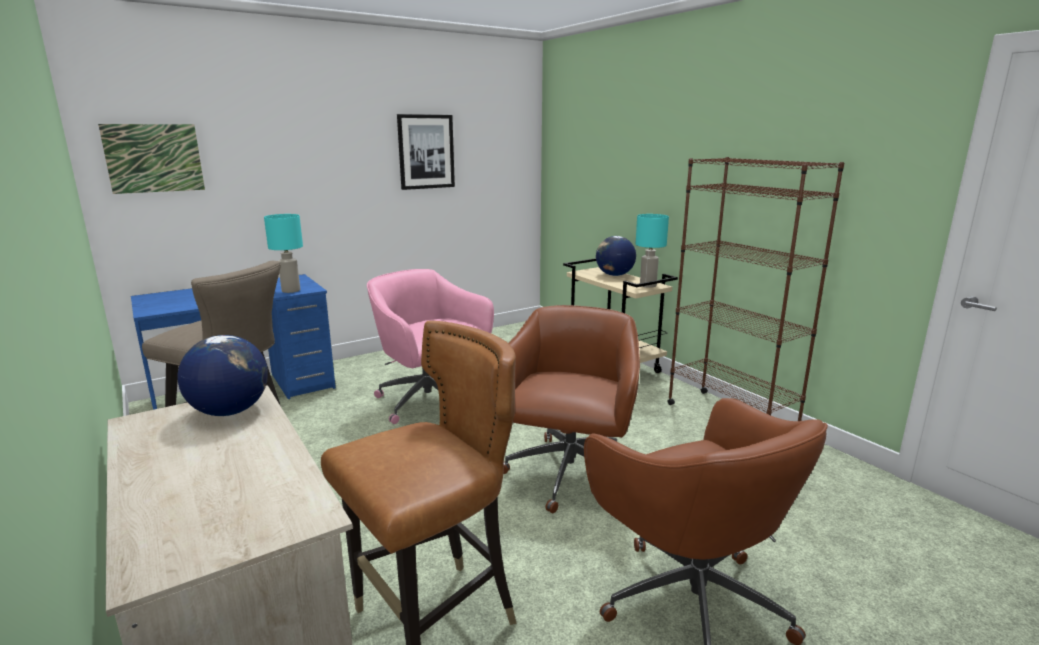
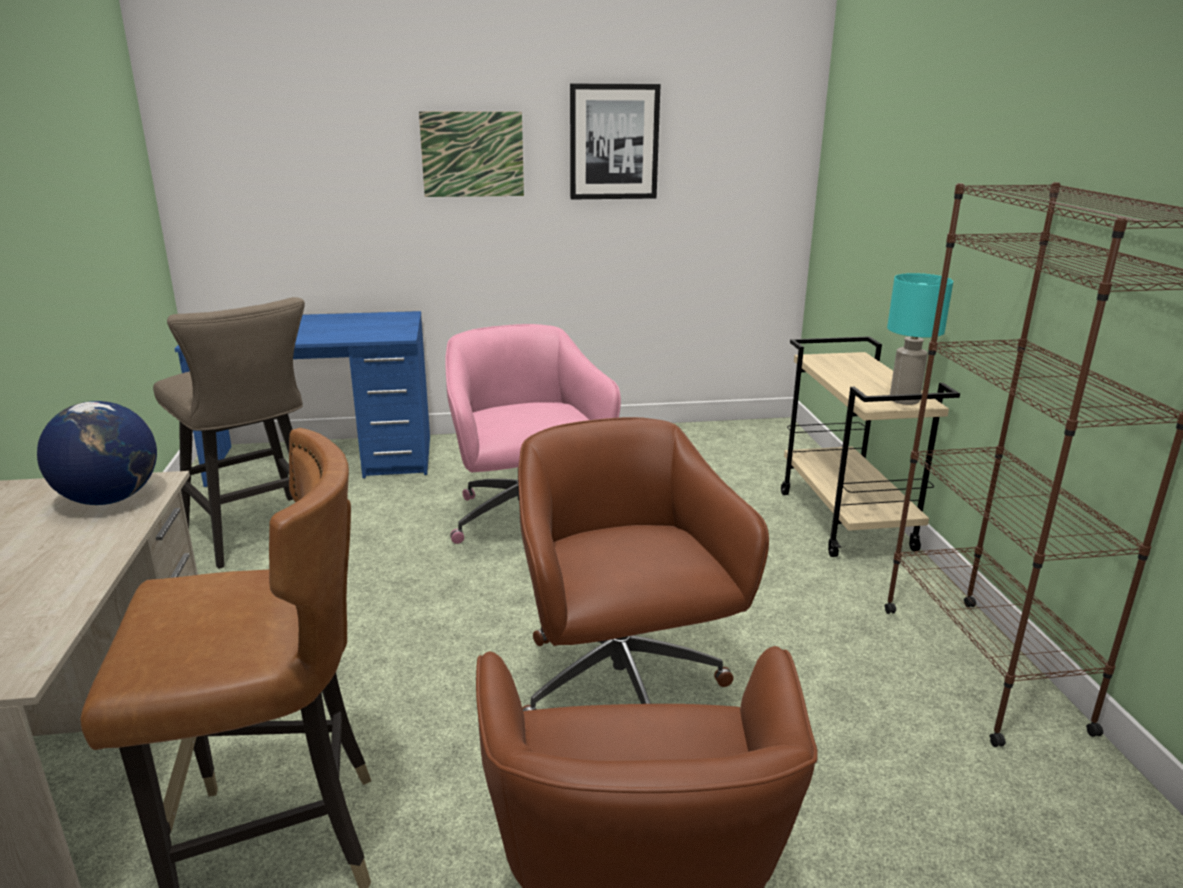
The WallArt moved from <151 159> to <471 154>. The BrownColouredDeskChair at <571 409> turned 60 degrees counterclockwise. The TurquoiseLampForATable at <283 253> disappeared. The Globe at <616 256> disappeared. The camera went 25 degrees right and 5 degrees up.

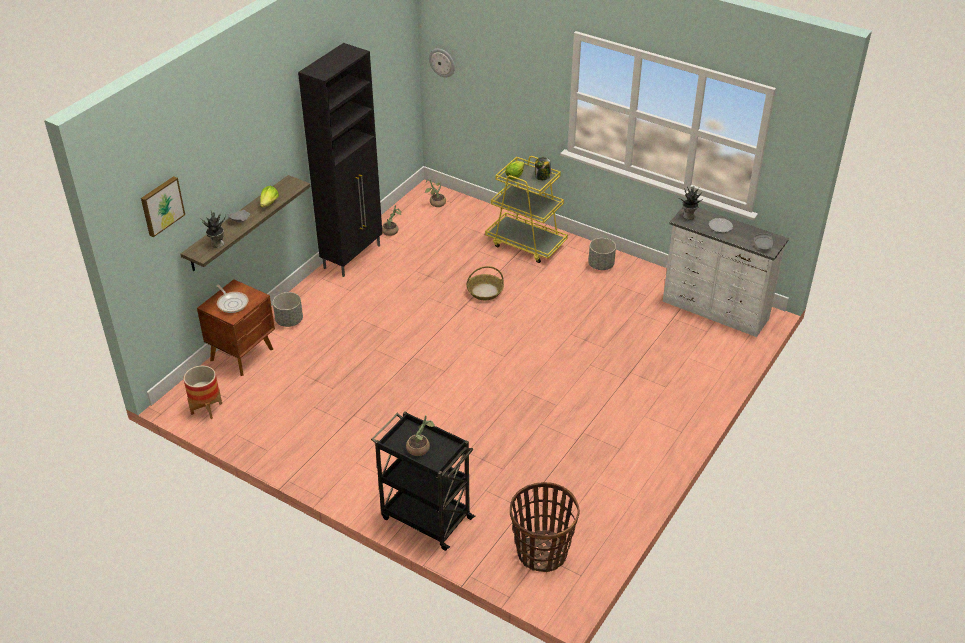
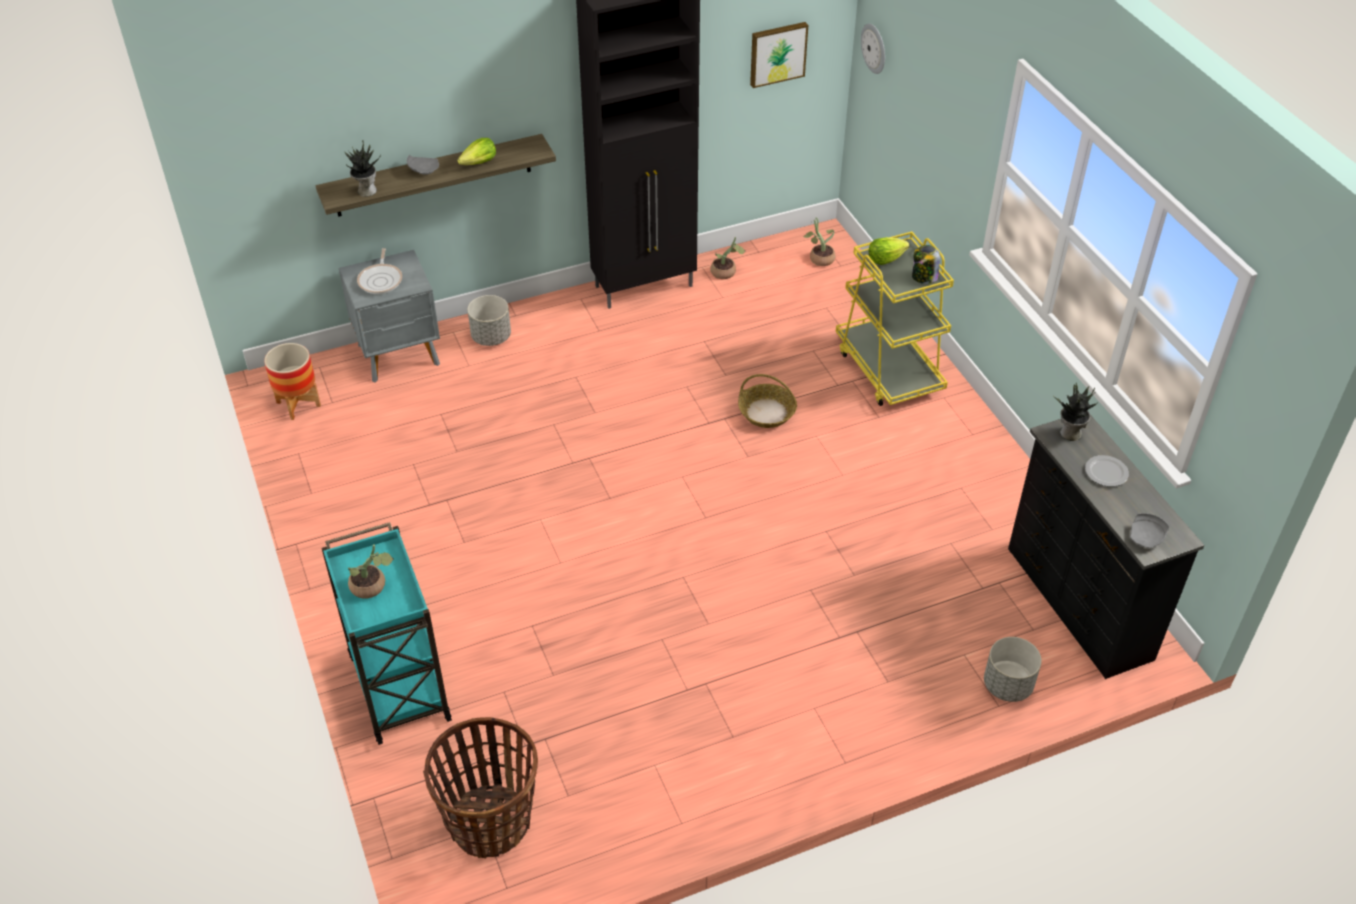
The BlackishCart at <423 481> became the TurquoiseCart at <386 633>. The BrownColouredBedsideTable at <236 327> became the GreyishBedsideTable at <389 316>. The WallArt moved from <163 206> to <779 55>. The GreyishPlantPot moved from <602 254> to <1013 669>. The WhiteDresser at <726 272> became the BlackishDresser at <1106 547>. The camera went 35 degrees right and 5 degrees up.

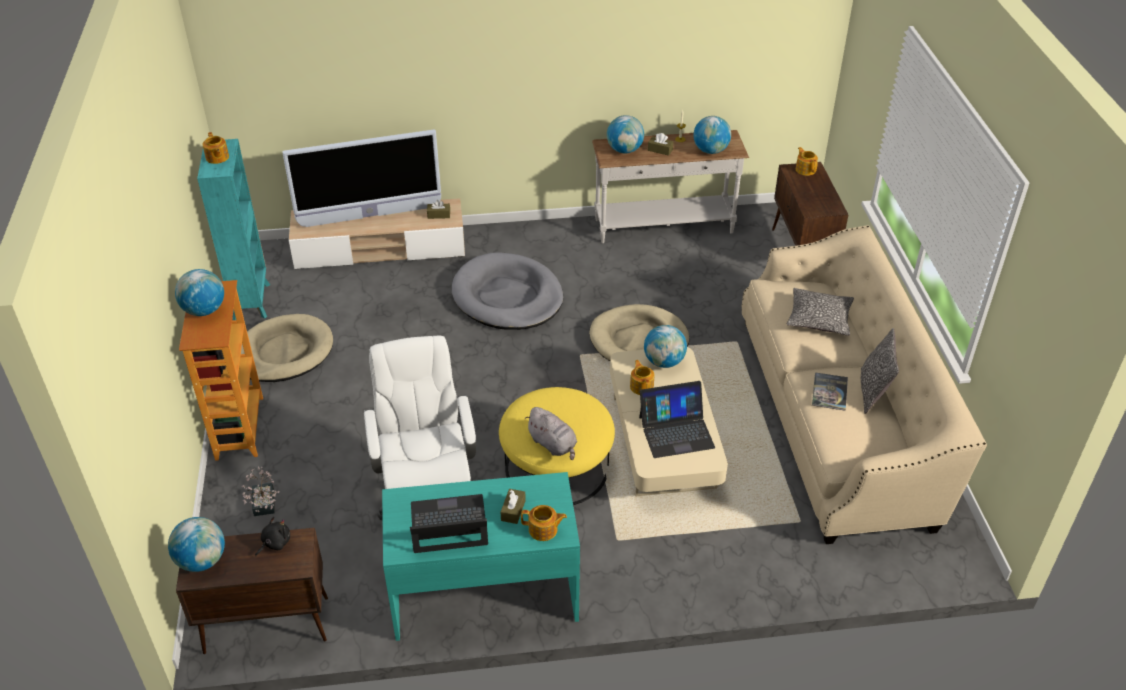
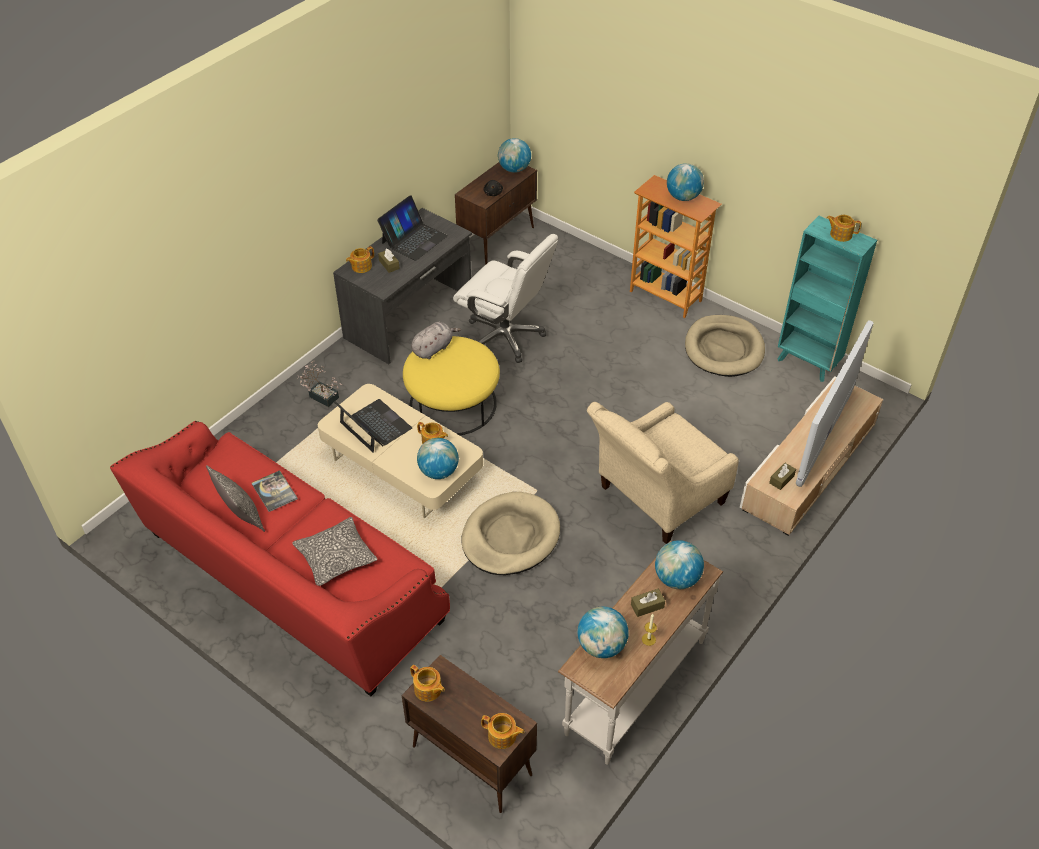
The BeigeColouredCouch at <864 384> became the RedColouredCouch at <280 558>. The PlantInAPot moved from <260 491> to <319 384>. The TurquoiseDeskUnit at <481 556> became the GreyishDeskUnit at <402 286>. The Laptop at <677 419> turned 105 degrees clockwise. The PotForTea at <427 683> appeared. The GreyishCuddlyToy at <551 433> turned 135 degrees clockwise. The GreyishDogCushion at <507 291> was replaced by the BeigeColouredLoungeChair at <663 473>. The camera went 135 degrees right and 5 degrees up.

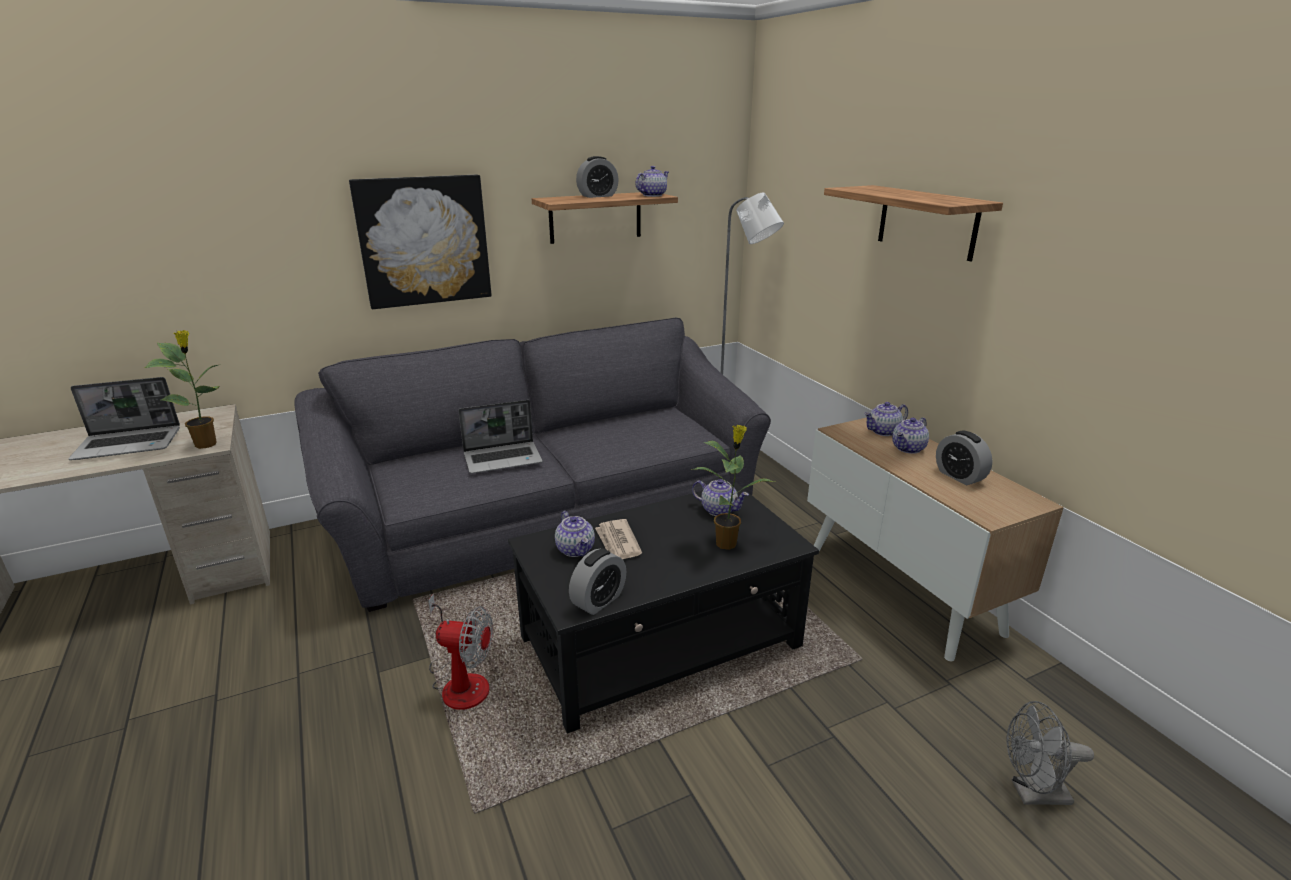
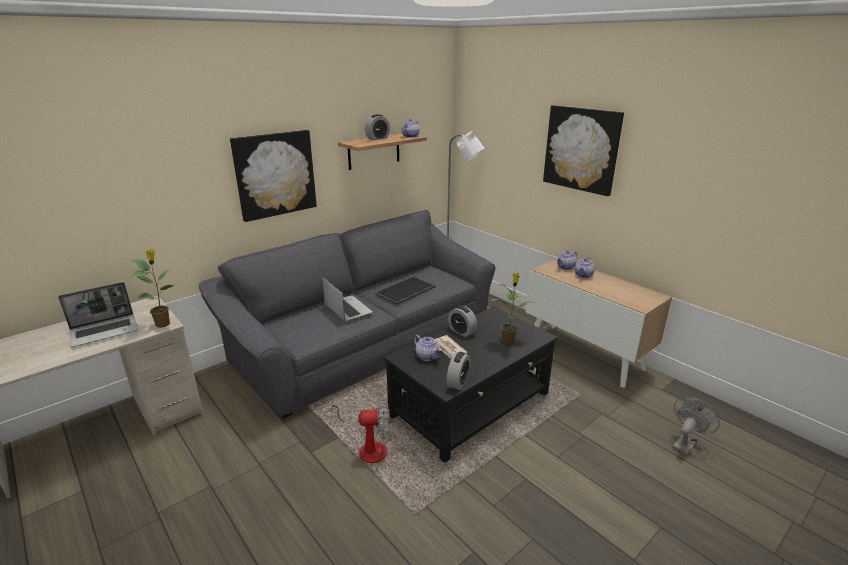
The Laptop at <500 437> turned 90 degrees counterclockwise. The CarryingTray at <405 290> appeared. The TableClock moved from <964 457> to <462 321>. The Shelf at <913 223> was replaced by the WallArt at <583 150>. The GreyishFan at <1050 753> turned 150 degrees clockwise. The PotForTea at <720 497> disappeared. The camera went 15 degrees left and 0 degrees up.

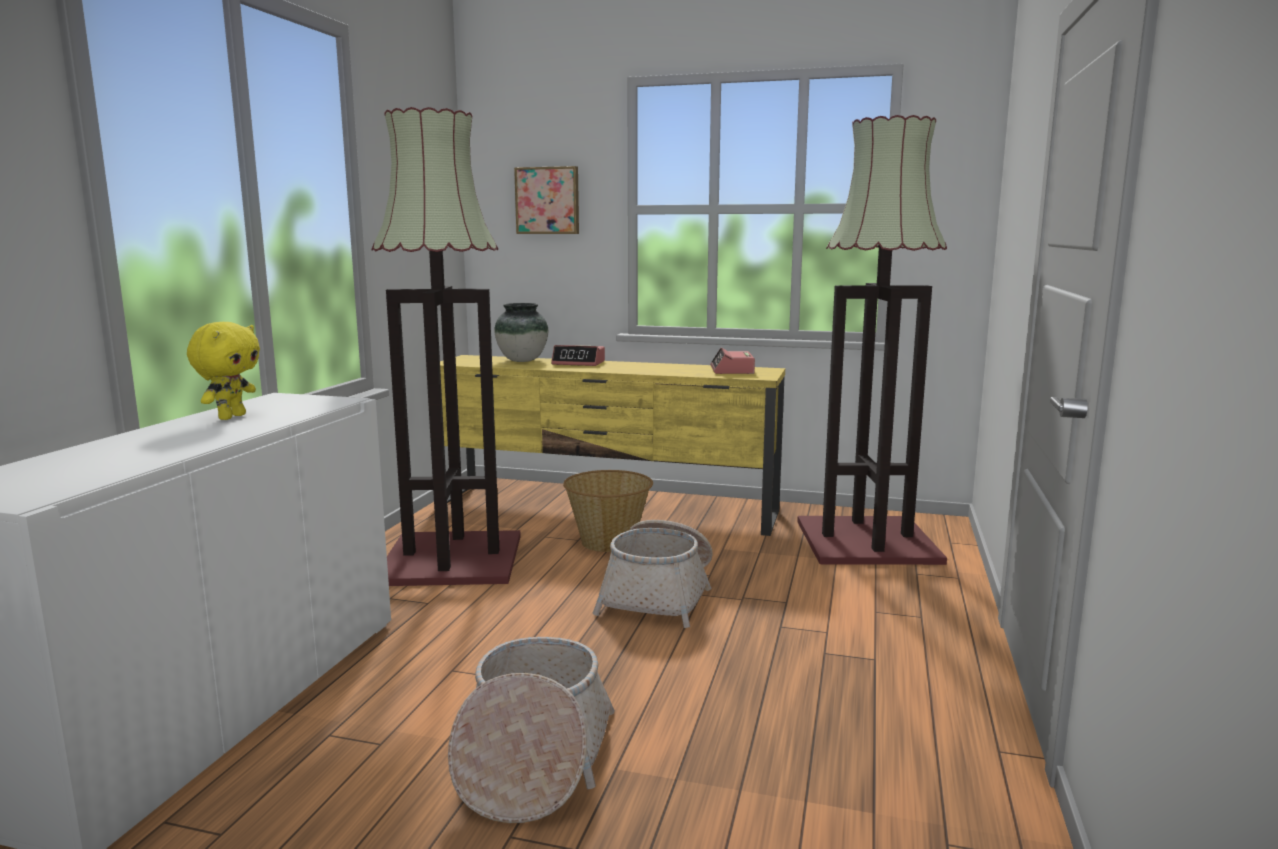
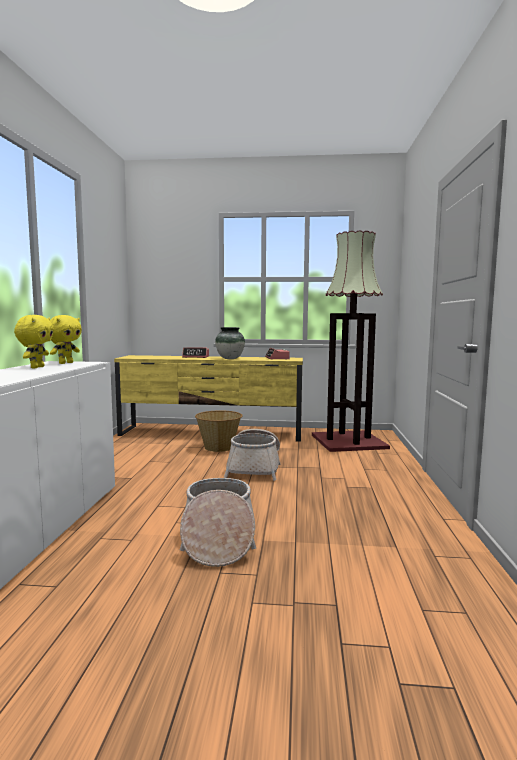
The YellowishCuddlyToy at <66 339> appeared. The FlowerVase moved from <521 332> to <230 343>. The StandardLamp at <446 346> disappeared. The WallArt at <546 200> disappeared. The camera went 10 degrees left and 5 degrees down.

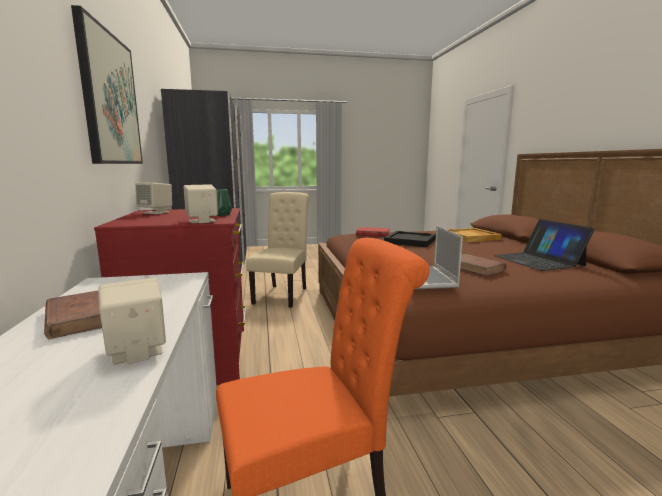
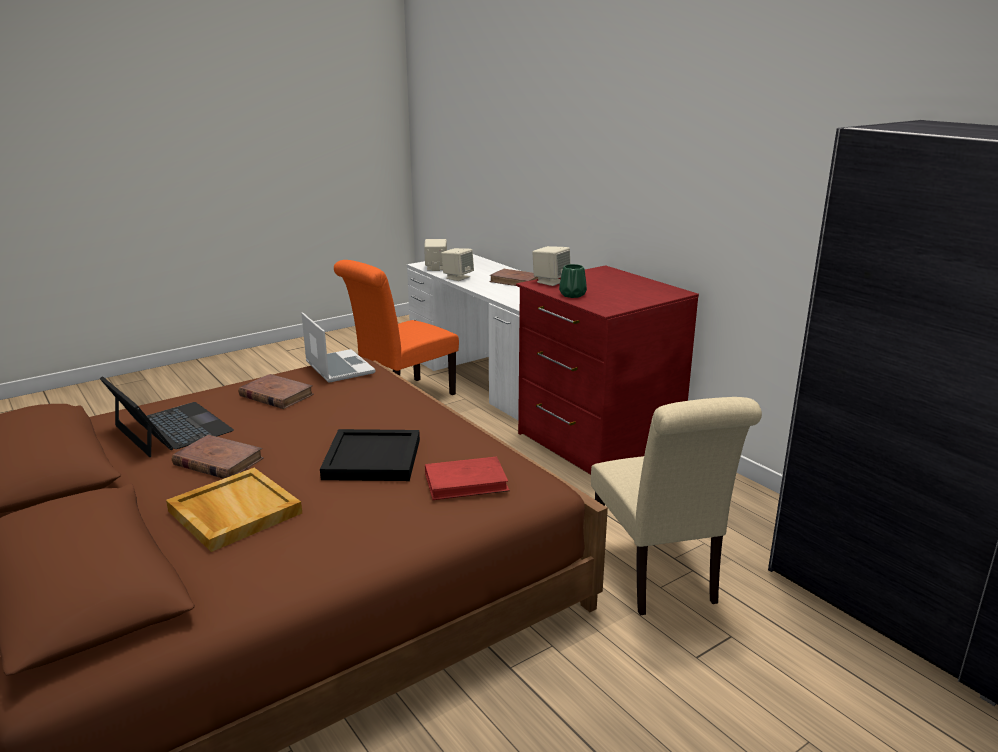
The BrownColouredBoundBook at <218 457> appeared. The BeigeColouredAudioSpeaker moved from <153 198> to <435 255>. The WallArt at <107 84> disappeared. The camera went 155 degrees right and 10 degrees up.

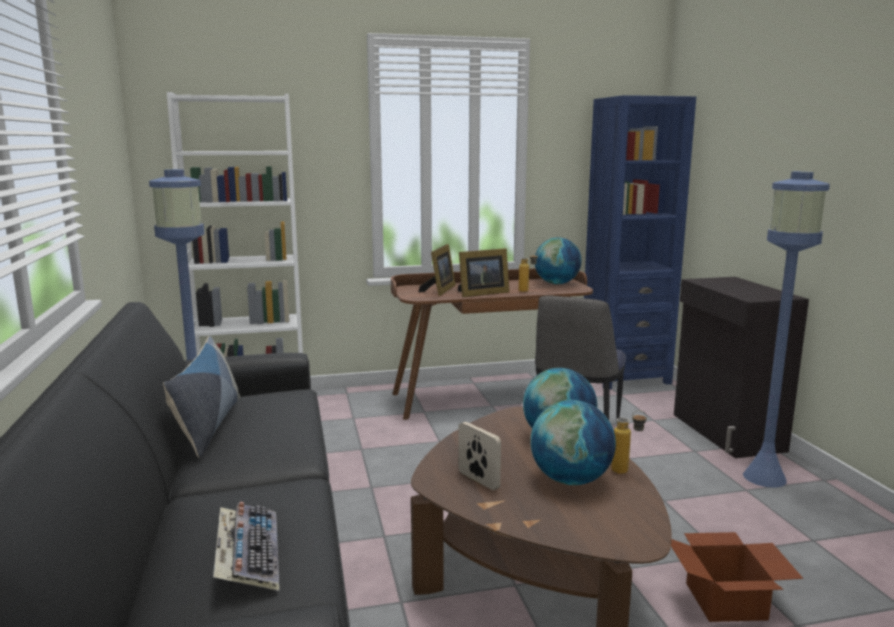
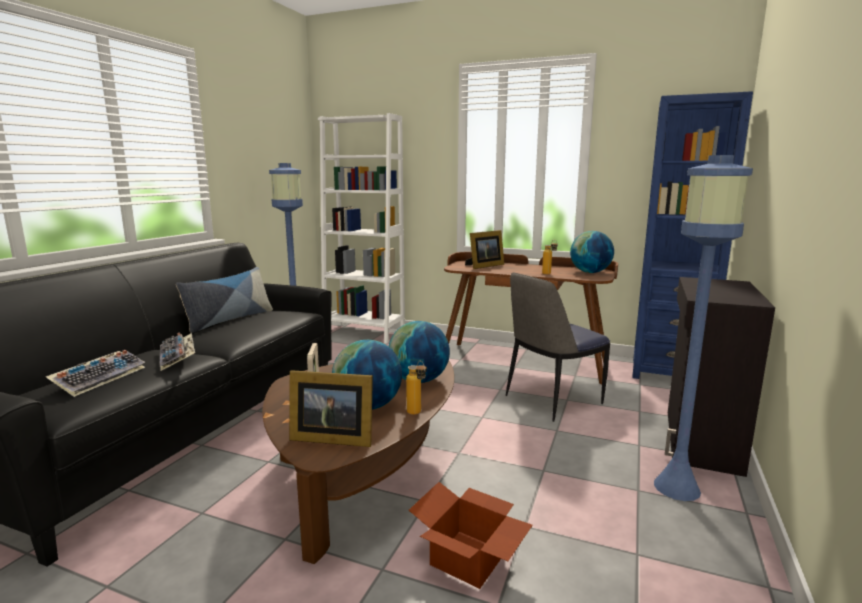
The ComputerKeyboard at <177 351> appeared. The PhotoFrame moved from <484 272> to <331 408>. The camera went 35 degrees right and 0 degrees up.

